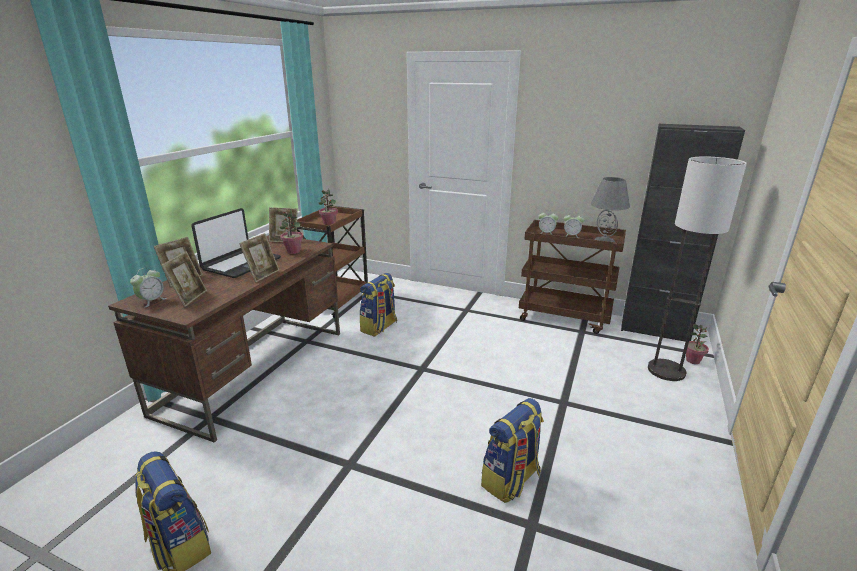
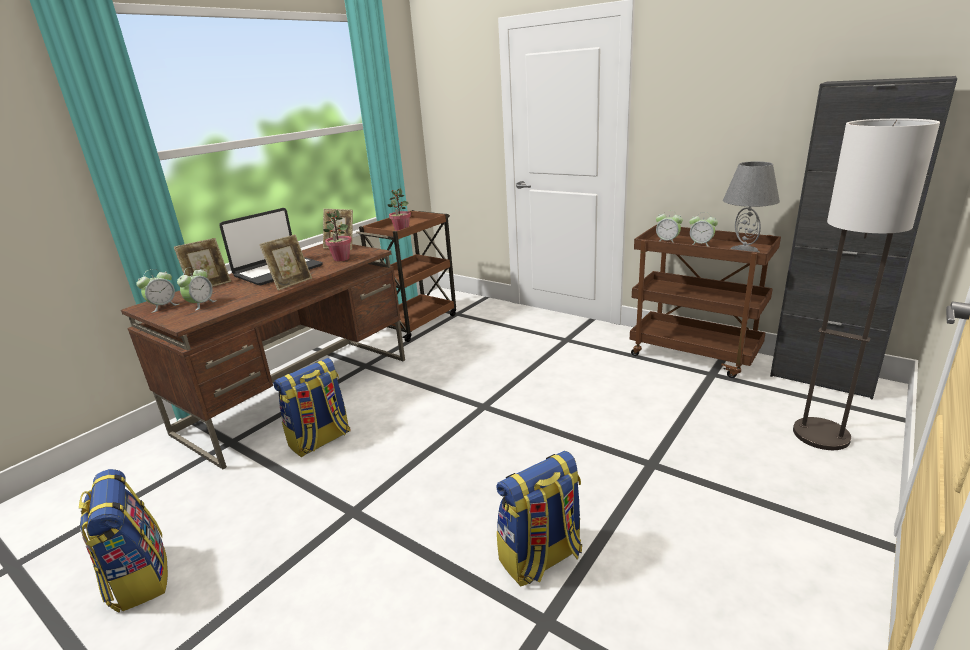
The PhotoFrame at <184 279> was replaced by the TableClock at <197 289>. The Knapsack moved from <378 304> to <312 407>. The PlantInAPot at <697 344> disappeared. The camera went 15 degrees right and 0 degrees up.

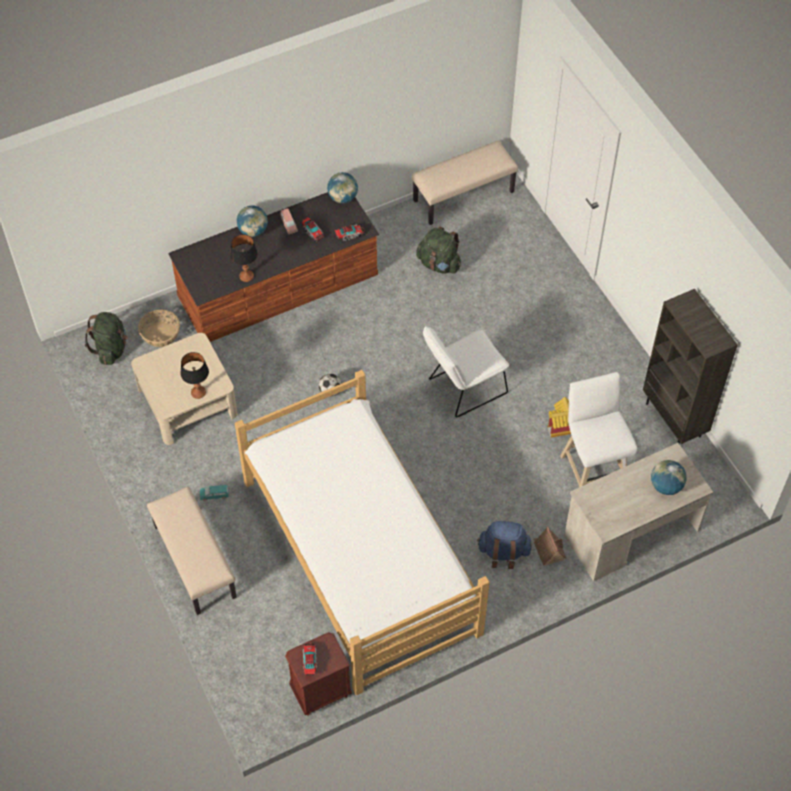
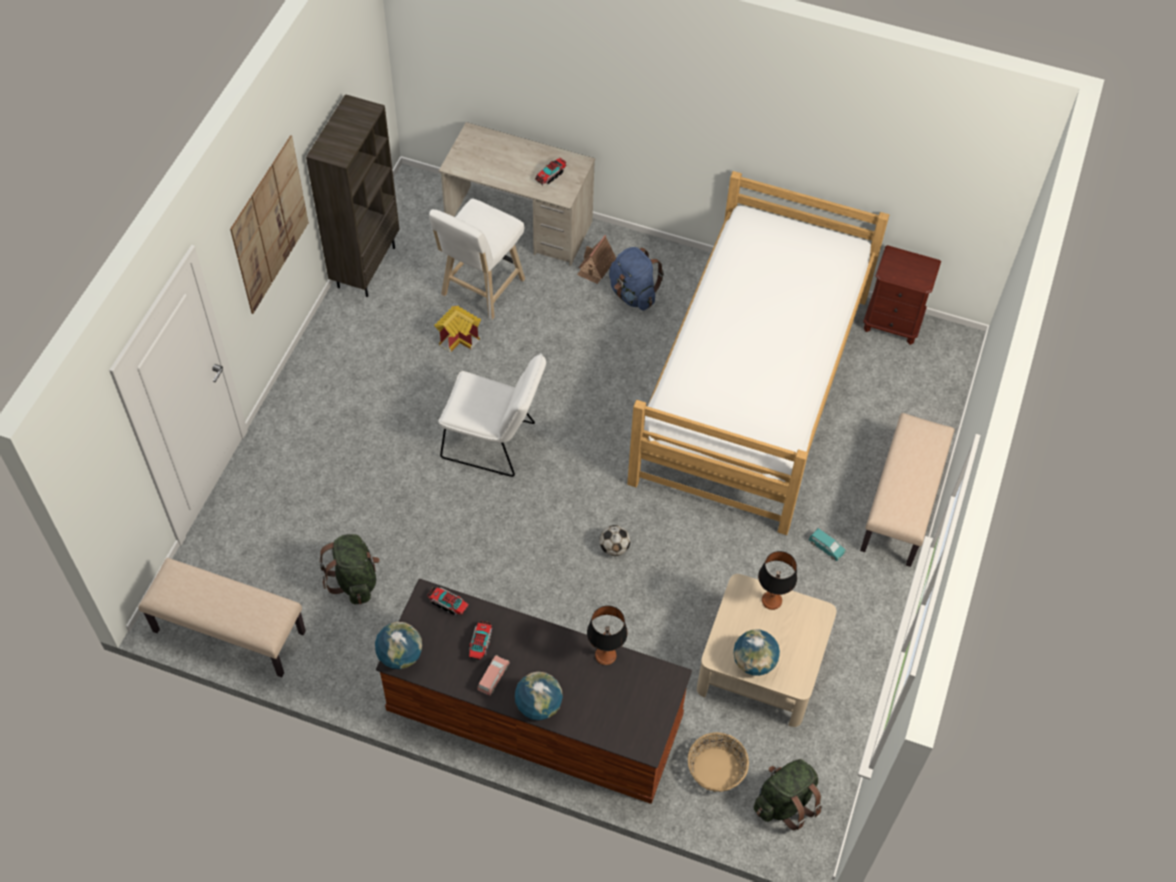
The WallArt at <269 224> appeared. The ToyLorry moved from <310 659> to <551 171>. The Globe moved from <669 477> to <757 653>. The camera went 135 degrees left and 0 degrees up.

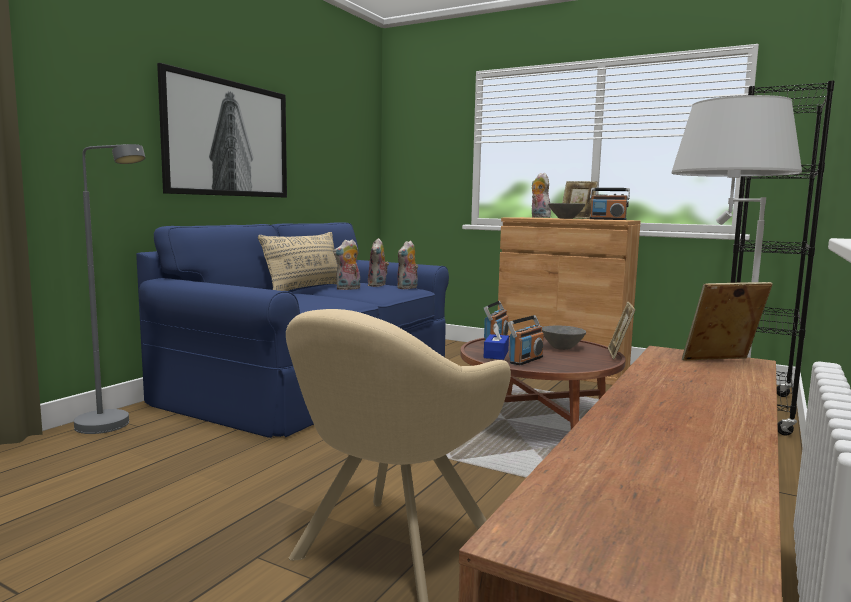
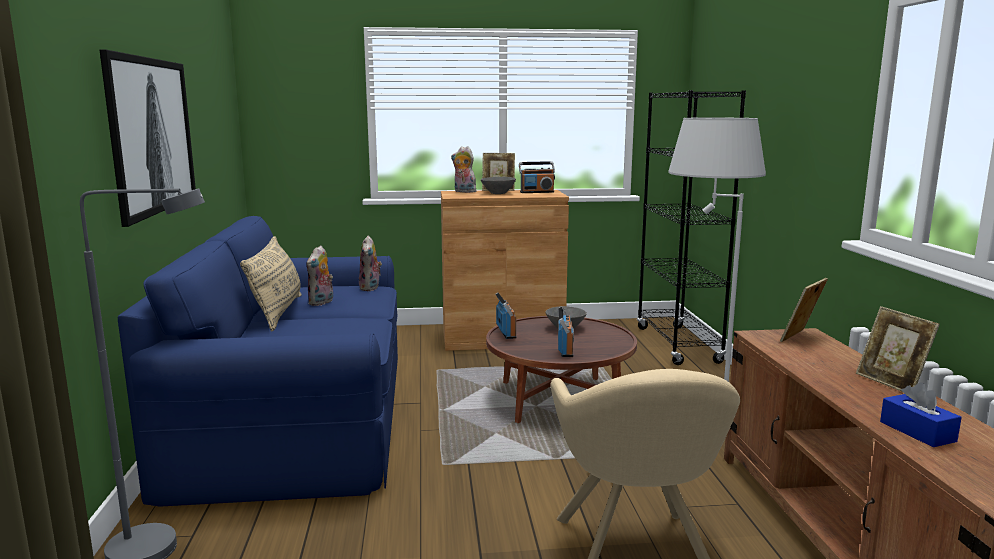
The PhotoFrame moved from <621 330> to <898 349>. The BluishBoxOfTissues moved from <496 341> to <921 414>. The CuddlyToy at <378 262> disappeared. The camera went 35 degrees left and 5 degrees up.

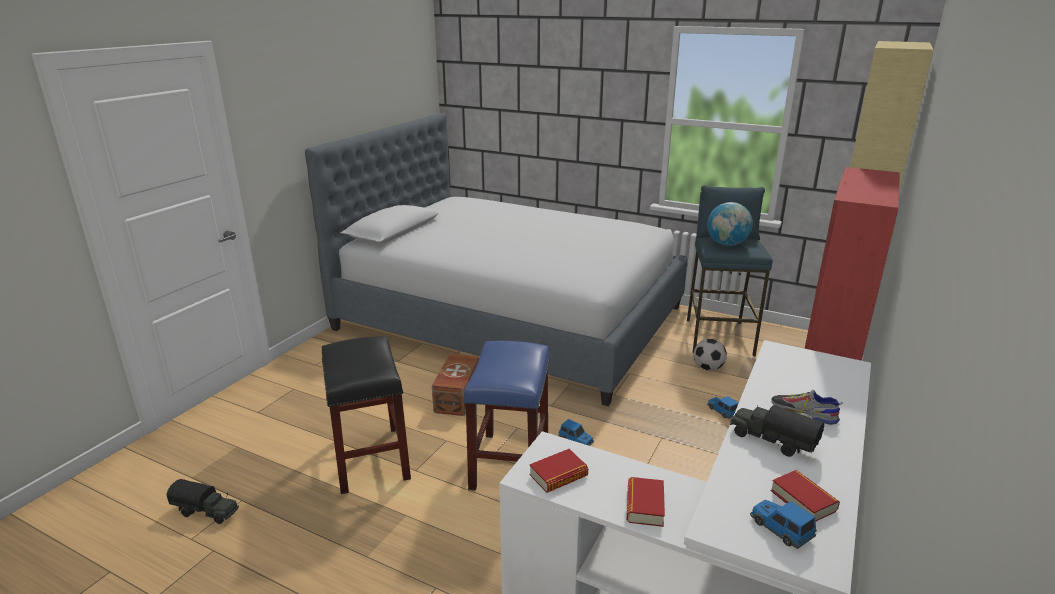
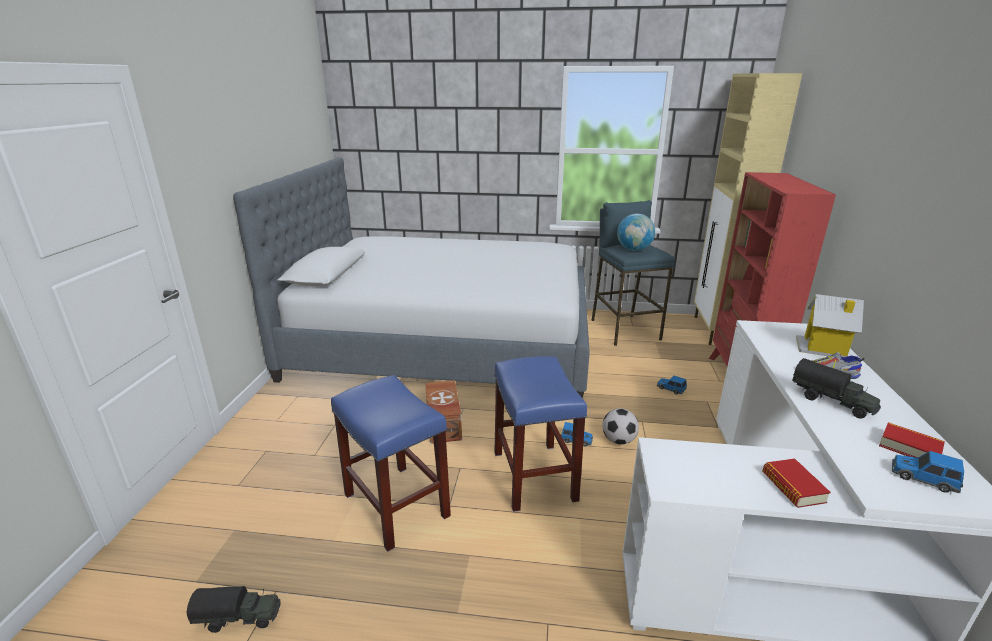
The BlackishStool at <366 415> became the BluishStool at <391 463>. The BallForFootball moved from <710 355> to <620 426>. The ToyLorry at <777 431> turned 150 degrees counterclockwise. The ToyHouse at <830 325> appeared. The BoundBook at <559 471> disappeared. The camera went 20 degrees left and 0 degrees up.

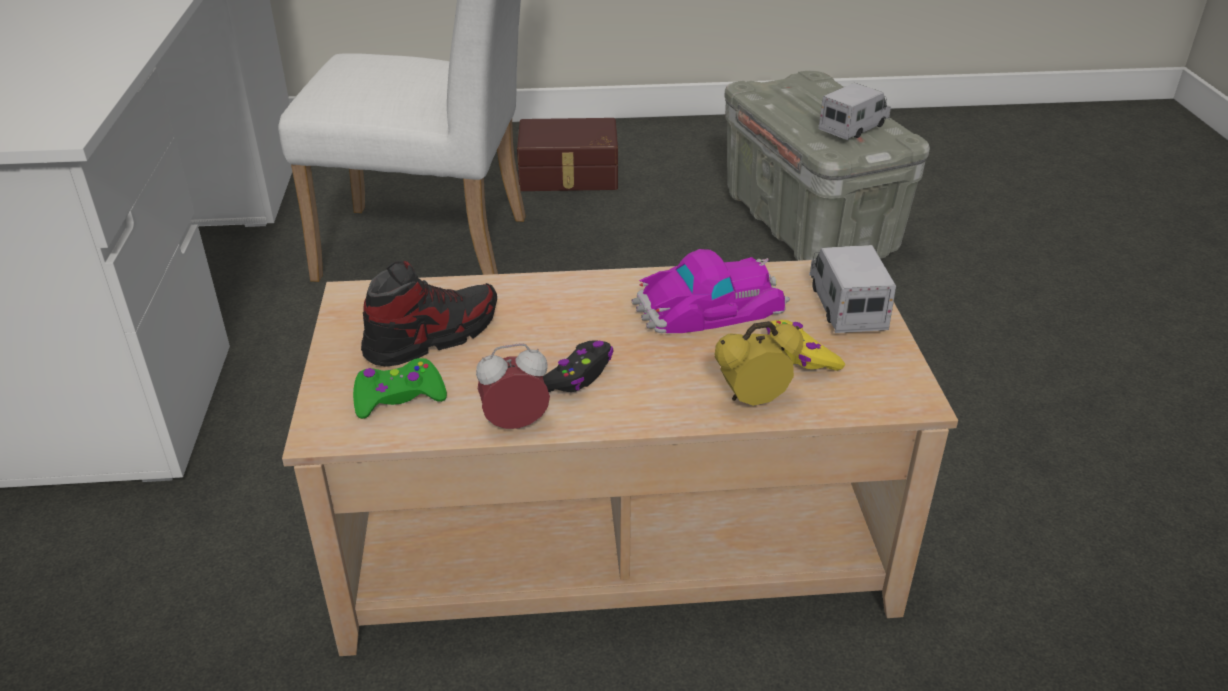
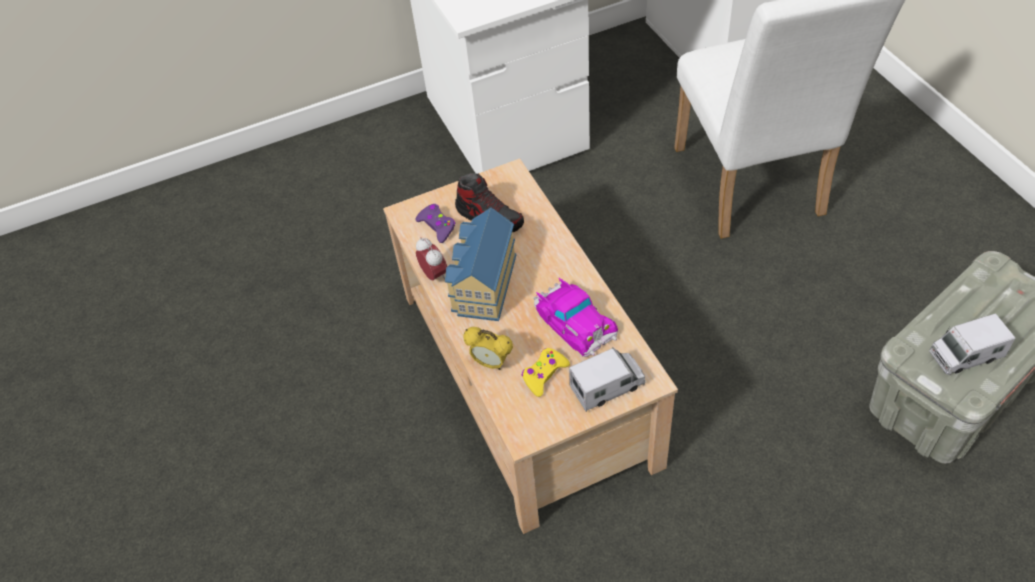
The GreenGamepad at <400 388> became the PurpleGamepad at <435 223>. The BlackishGamepad at <578 366> was replaced by the ToyHouse at <480 264>. The TableClock at <758 363> turned 150 degrees clockwise. The ToyLorry at <854 111> turned 135 degrees clockwise. The BrownColouredStorageBox at <567 154> disappeared. The camera went 75 degrees right and 15 degrees up.

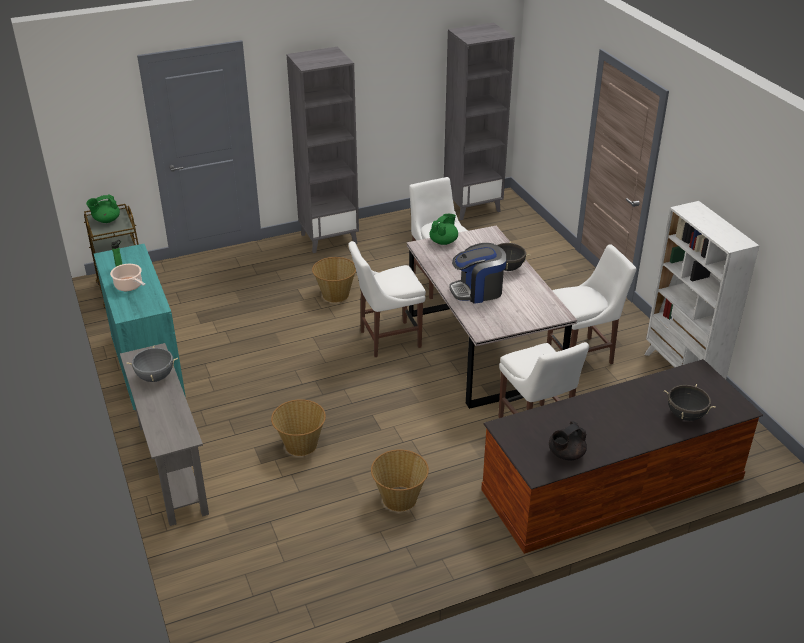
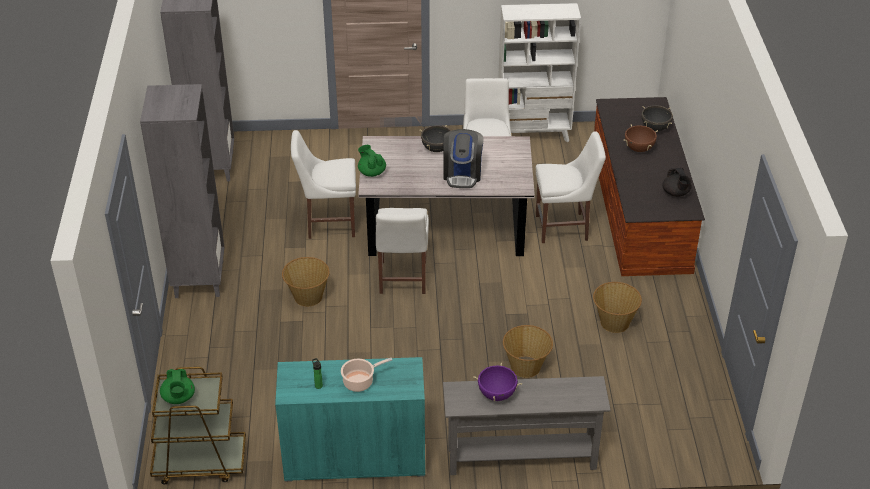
The GreyishCookingPot at <152 363> became the PurpleCookingPot at <497 381>. The BrownColouredCookingPot at <641 138> appeared. The camera went 70 degrees left and 5 degrees up.

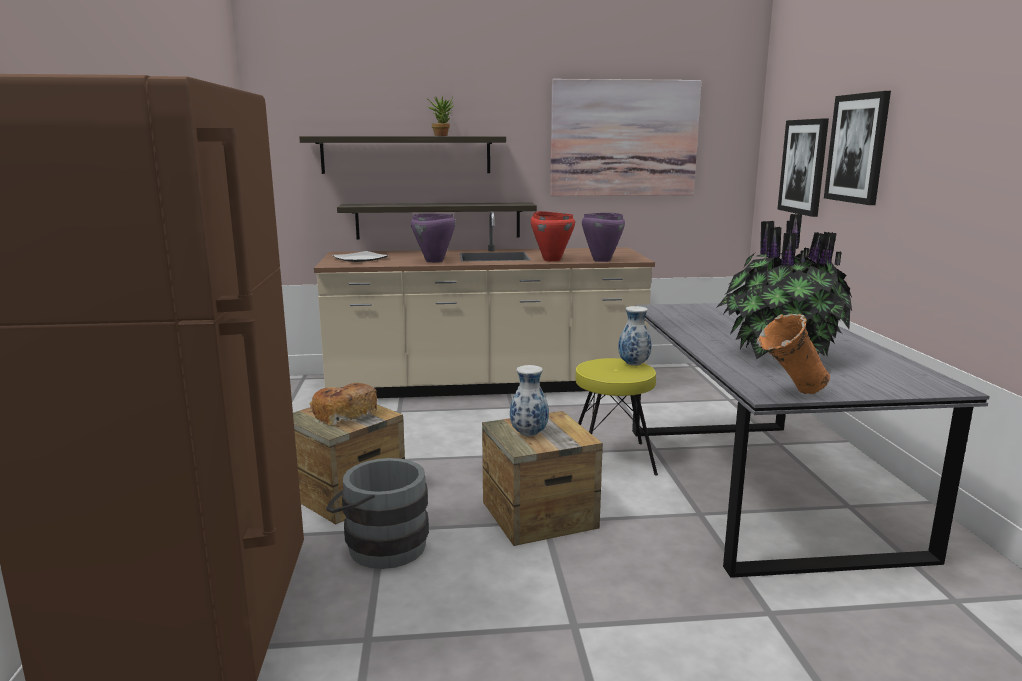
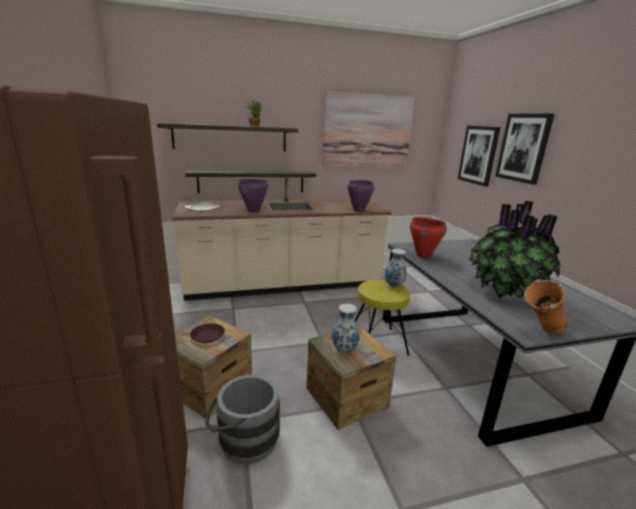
The Bread at <343 404> was replaced by the BrownColouredPlate at <207 333>. The RedColouredCookingPot moved from <553 236> to <428 237>. The camera went 10 degrees left and 5 degrees up.

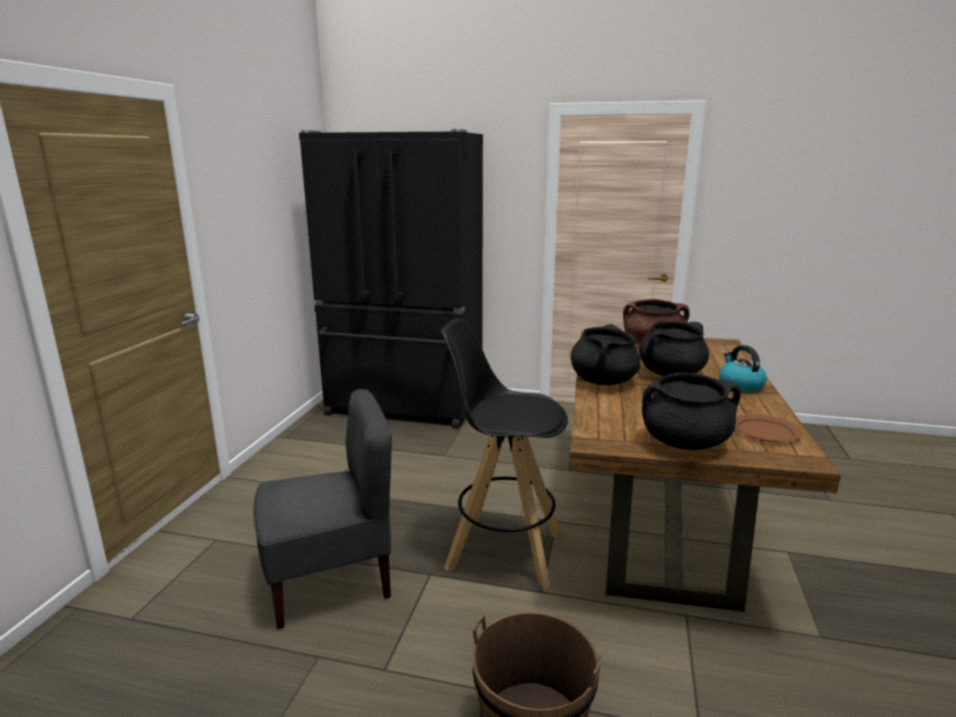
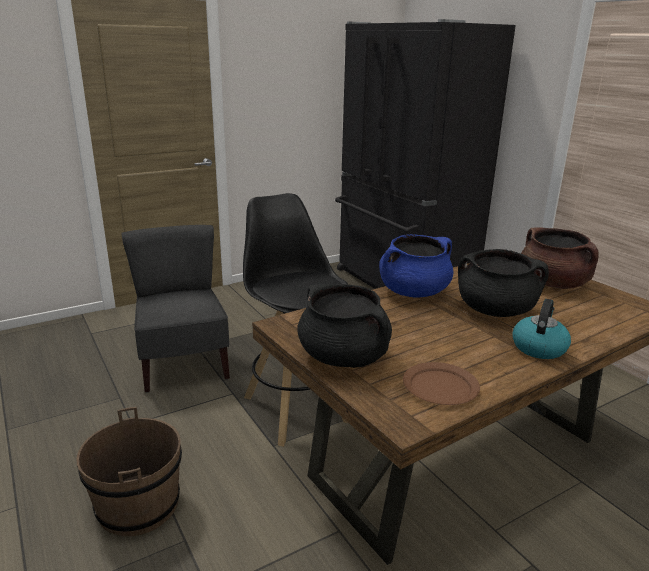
The GreyishUprightChair at <322 509> turned 135 degrees counterclockwise. The BlackishCookingPot at <606 354> became the BluishCookingPot at <416 265>. The camera went 45 degrees right and 5 degrees up.

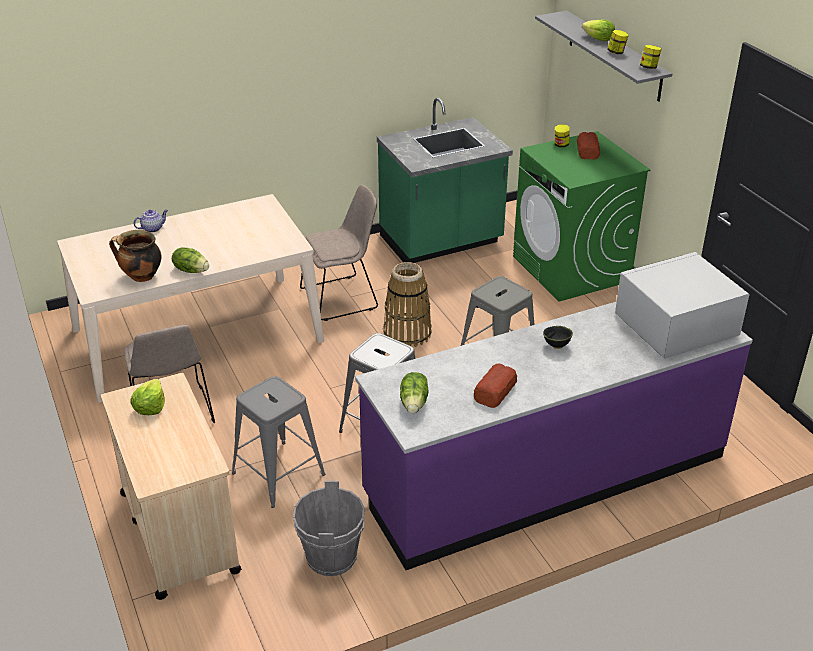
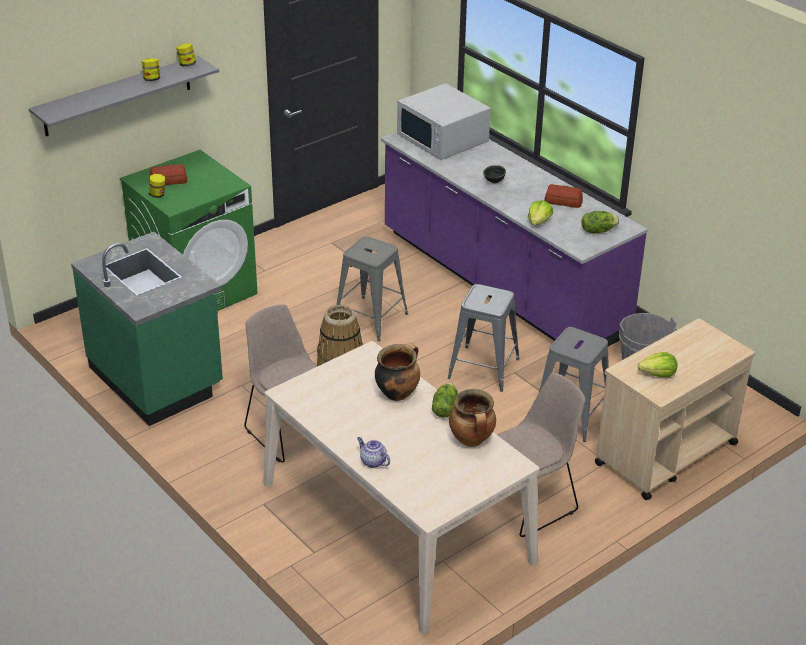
The CookingPot at <397 372> appeared. The Lettuce moved from <598 30> to <540 212>. The camera went 105 degrees left and 0 degrees up.

